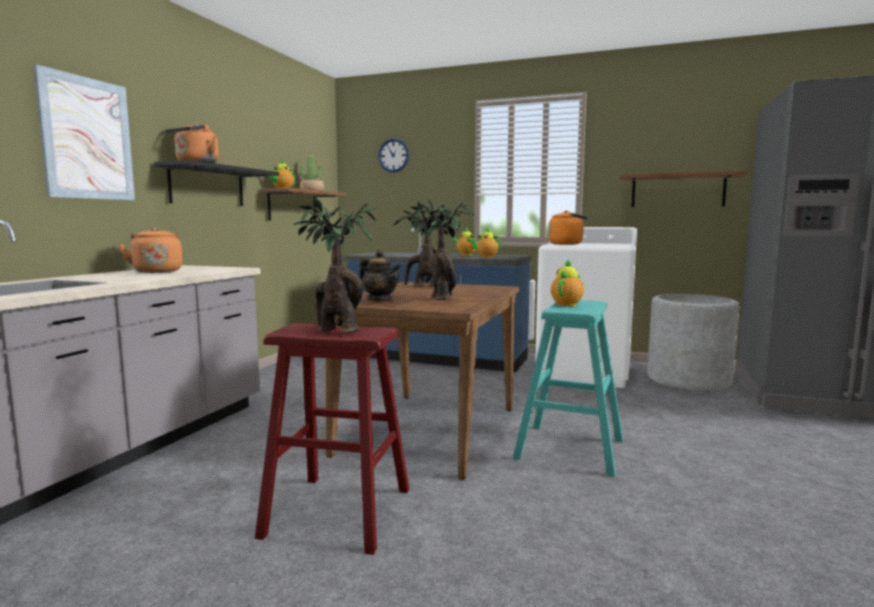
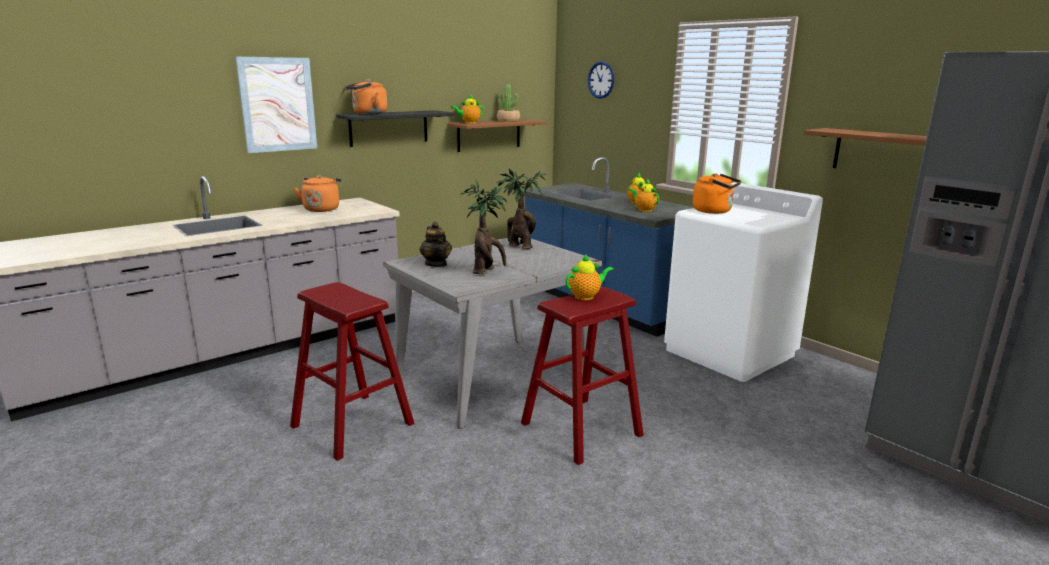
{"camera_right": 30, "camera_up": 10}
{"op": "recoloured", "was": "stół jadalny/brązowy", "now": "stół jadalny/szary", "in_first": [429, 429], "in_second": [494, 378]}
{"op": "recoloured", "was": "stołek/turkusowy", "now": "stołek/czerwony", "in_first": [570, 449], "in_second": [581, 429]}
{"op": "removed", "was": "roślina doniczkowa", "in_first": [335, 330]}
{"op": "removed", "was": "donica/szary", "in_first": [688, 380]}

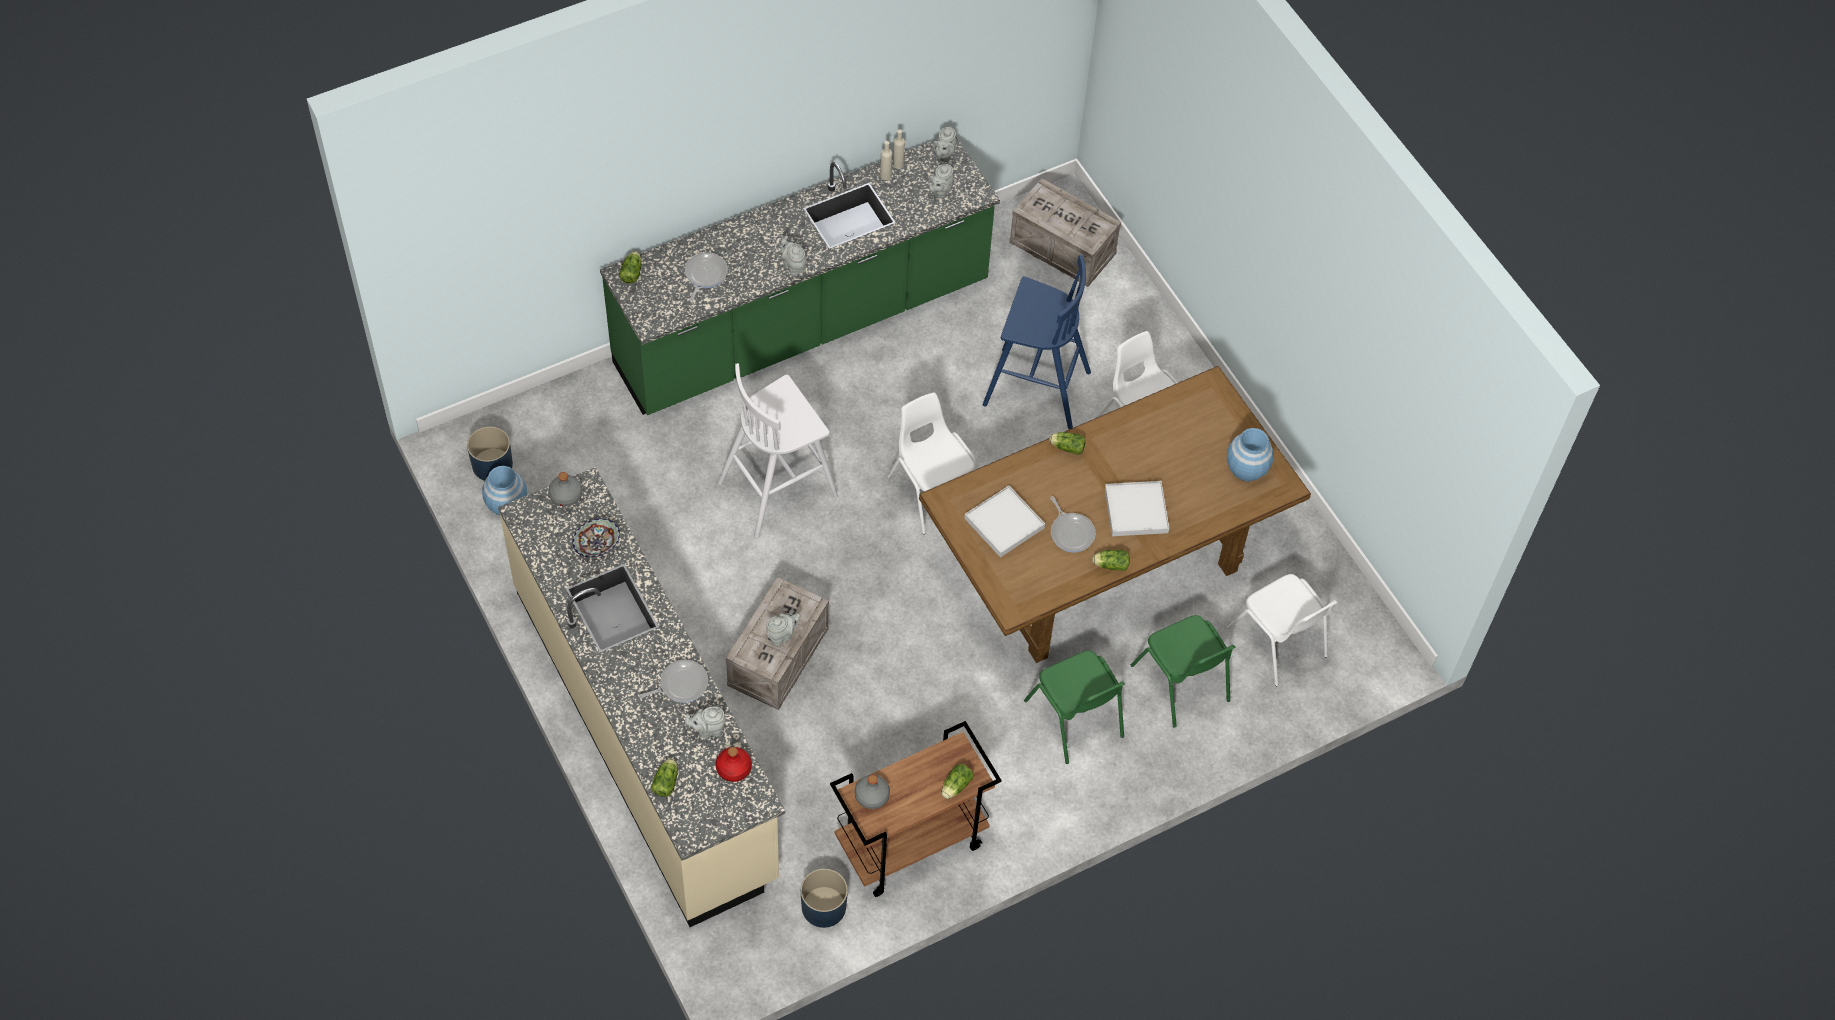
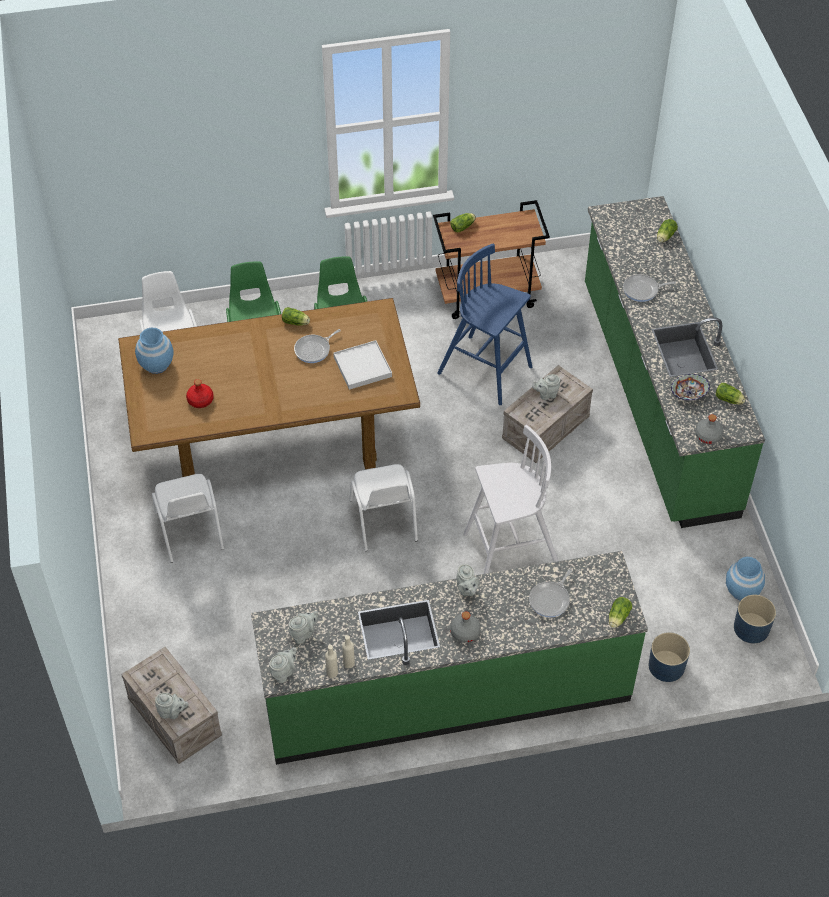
{"camera_right": -160, "camera_up": -5}
{"op": "moved", "was": "imbryk/szary", "in_first": [708, 729], "in_second": [172, 712]}
{"op": "moved", "was": "butelka/czerwony", "in_first": [734, 769], "in_second": [200, 400]}
{"op": "turned", "was": "patelnia", "in_first": [1071, 532], "in_second": [314, 350], "clockwise": -120}
{"op": "moved", "was": "stołek/niebieski", "in_first": [1034, 388], "in_second": [486, 371]}
{"op": "moved", "was": "butelka/szary", "in_first": [871, 796], "in_second": [465, 632]}
{"op": "recoloured", "was": "zabudowa kuchenna/beżowy", "now": "zabudowa kuchenna/zielony", "in_first": [646, 733], "in_second": [656, 398]}
{"op": "moved", "was": "donica/niebieski", "in_first": [823, 906], "in_second": [666, 666]}
{"op": "moved", "was": "sałata", "in_first": [1066, 447], "in_second": [729, 400]}
{"op": "removed", "was": "taca/biały", "in_first": [1136, 511]}

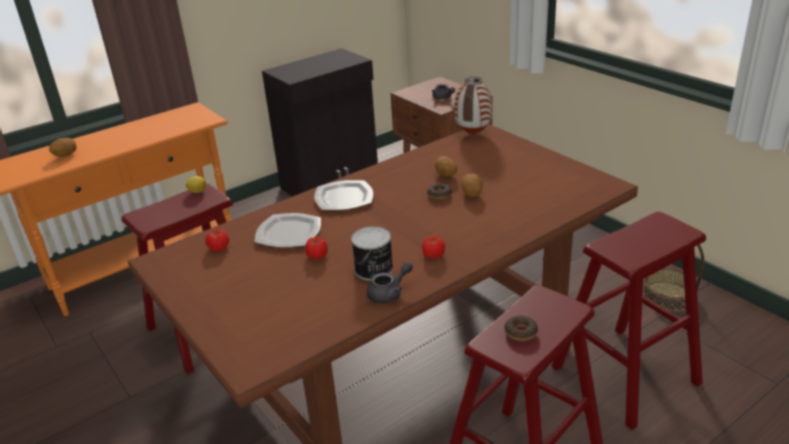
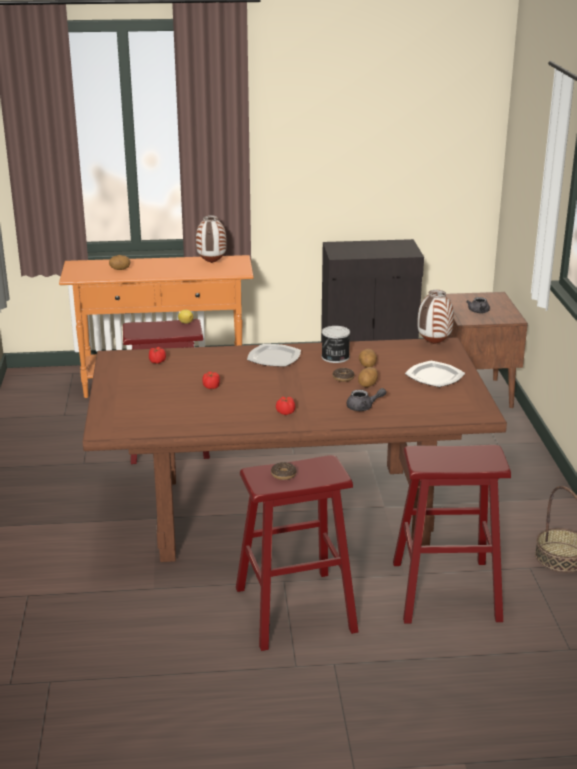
{"camera_right": 30, "camera_up": -5}
{"op": "added", "now": "wazon", "in_second": [212, 263]}
{"op": "moved", "was": "puszka", "in_first": [374, 270], "in_second": [335, 357]}
{"op": "moved", "was": "imbryk/szary", "in_first": [389, 294], "in_second": [363, 407]}
{"op": "moved", "was": "talerz", "in_first": [288, 232], "in_second": [434, 376]}

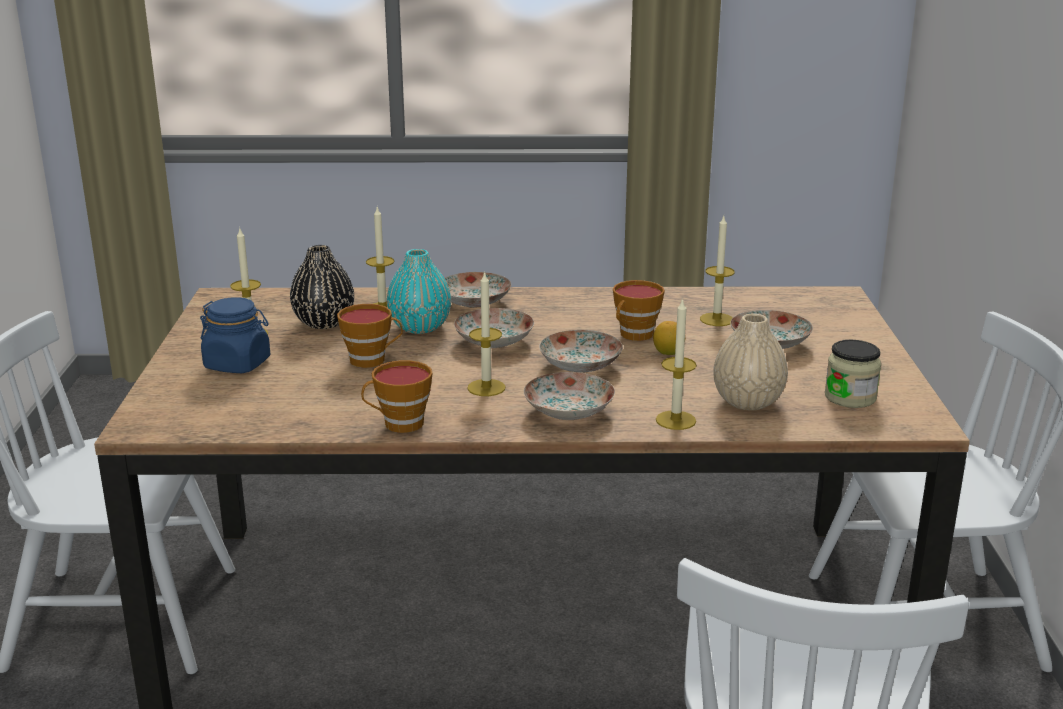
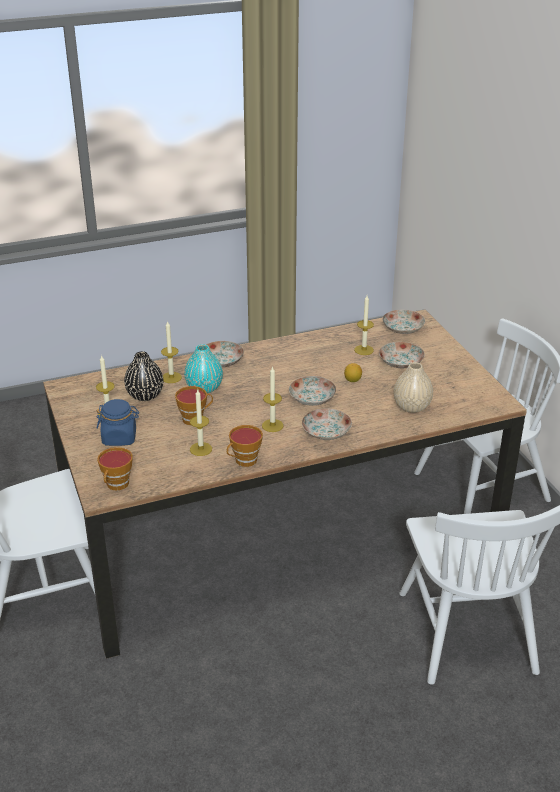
{"camera_right": -20, "camera_up": 10}
{"op": "moved", "was": "filiżanka", "in_first": [634, 335], "in_second": [117, 485]}
{"op": "moved", "was": "świeca", "in_first": [675, 420], "in_second": [201, 449]}
{"op": "moved", "was": "talerz", "in_first": [494, 341], "in_second": [402, 329]}
{"op": "removed", "was": "słoik", "in_first": [850, 397]}

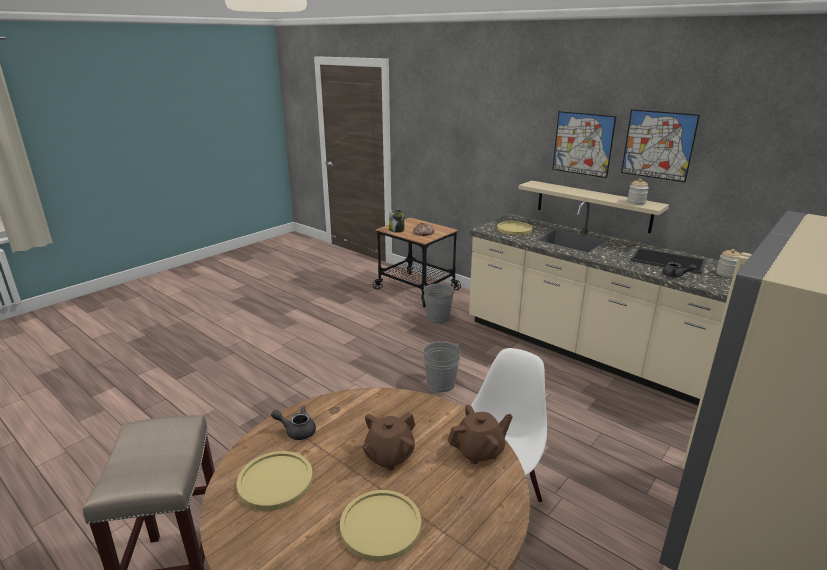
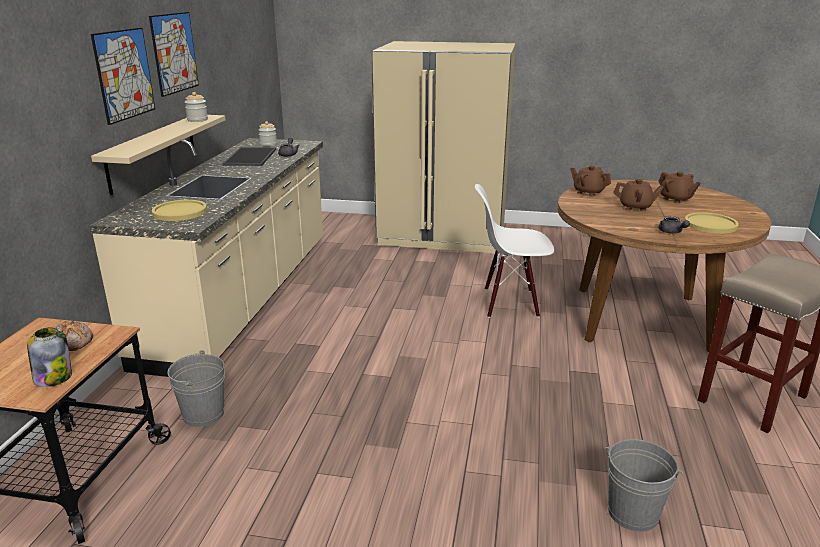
{"camera_right": -120, "camera_up": 0}
{"op": "moved", "was": "wiadro/szary", "in_first": [441, 384], "in_second": [632, 513]}
{"op": "replaced", "was": "talerz/żółty", "now": "imbryk/brązowy", "in_first": [380, 526], "in_second": [675, 199]}

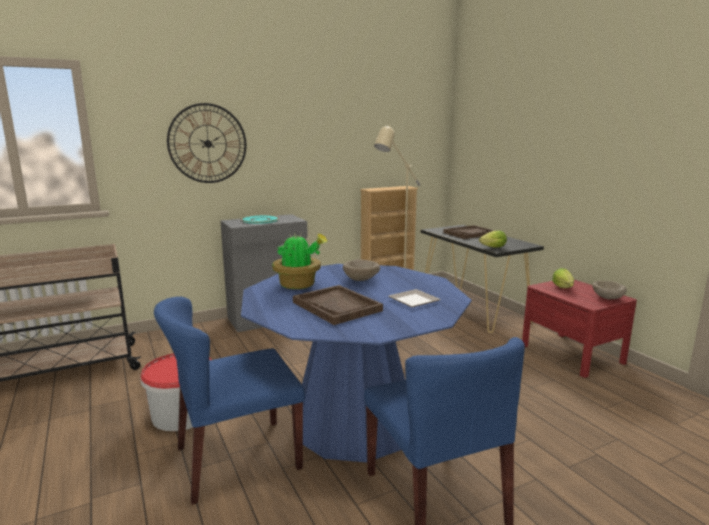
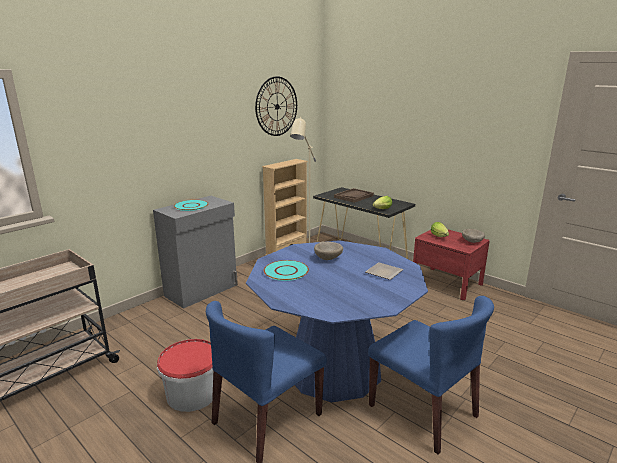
{"camera_right": -20, "camera_up": 5}
{"op": "moved", "was": "zegar ścienny", "in_first": [207, 143], "in_second": [277, 106]}
{"op": "replaced", "was": "roślina doniczkowa", "now": "talerz/turkusowy", "in_first": [299, 285], "in_second": [286, 271]}
{"op": "removed", "was": "taca/brązowy", "in_first": [337, 306]}

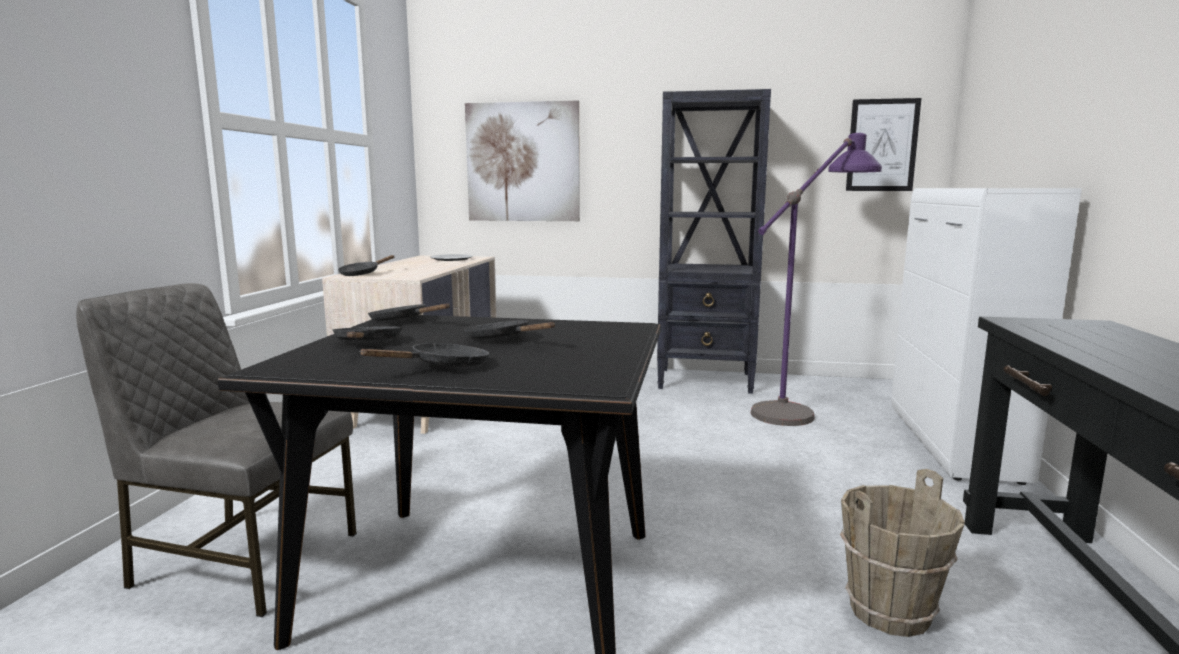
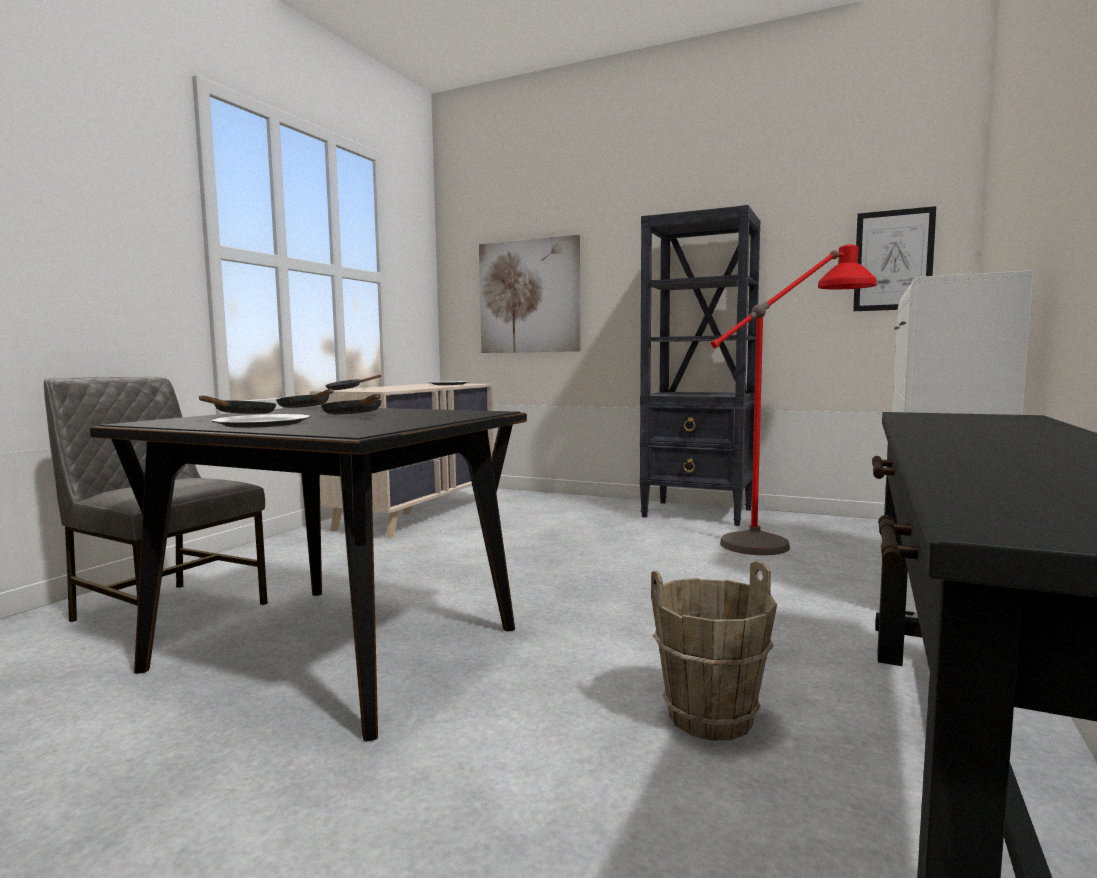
{"camera_right": 15, "camera_up": -5}
{"op": "replaced", "was": "patelnia/czarny", "now": "talerz", "in_first": [443, 366], "in_second": [262, 424]}
{"op": "recoloured", "was": "lampa stojąca/fioletowy", "now": "lampa stojąca/czerwony", "in_first": [805, 405], "in_second": [789, 539]}

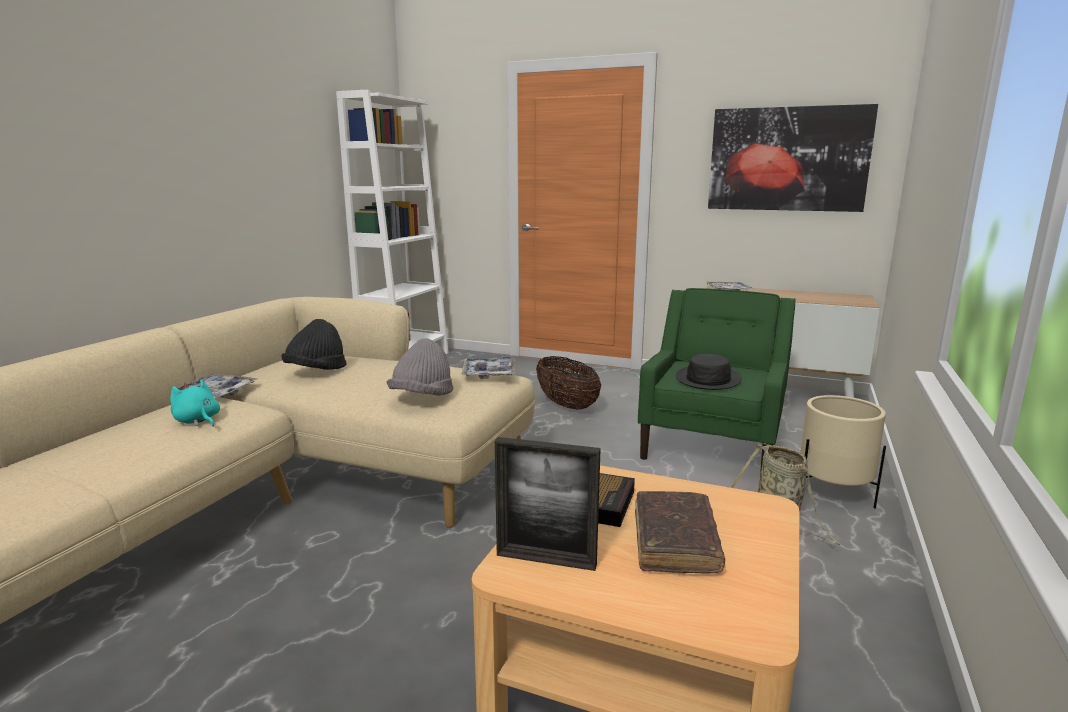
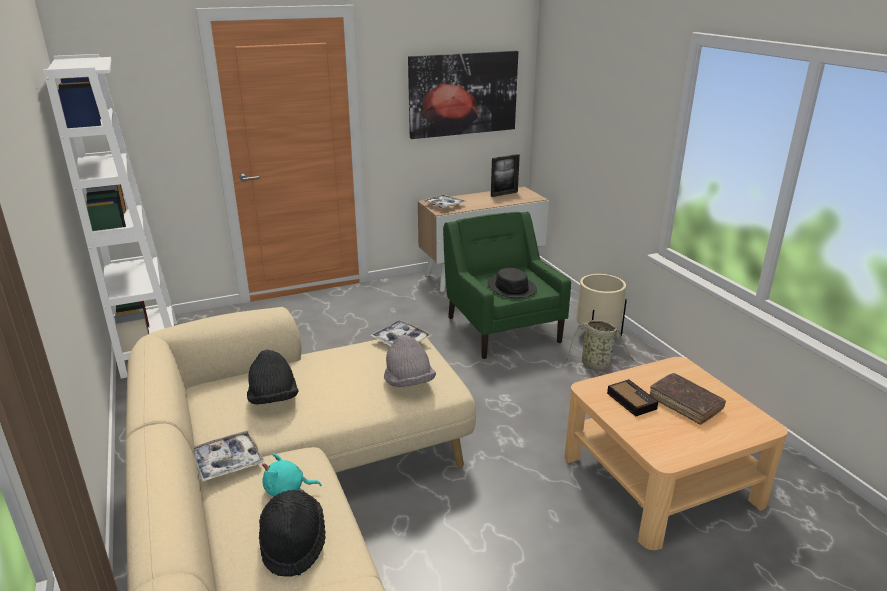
{"camera_right": -45, "camera_up": 10}
{"op": "added", "now": "kapelusz/czarny", "in_second": [293, 544]}
{"op": "moved", "was": "ramka na zdjęcie", "in_first": [546, 560], "in_second": [504, 194]}
{"op": "removed", "was": "koszyk", "in_first": [566, 405]}

